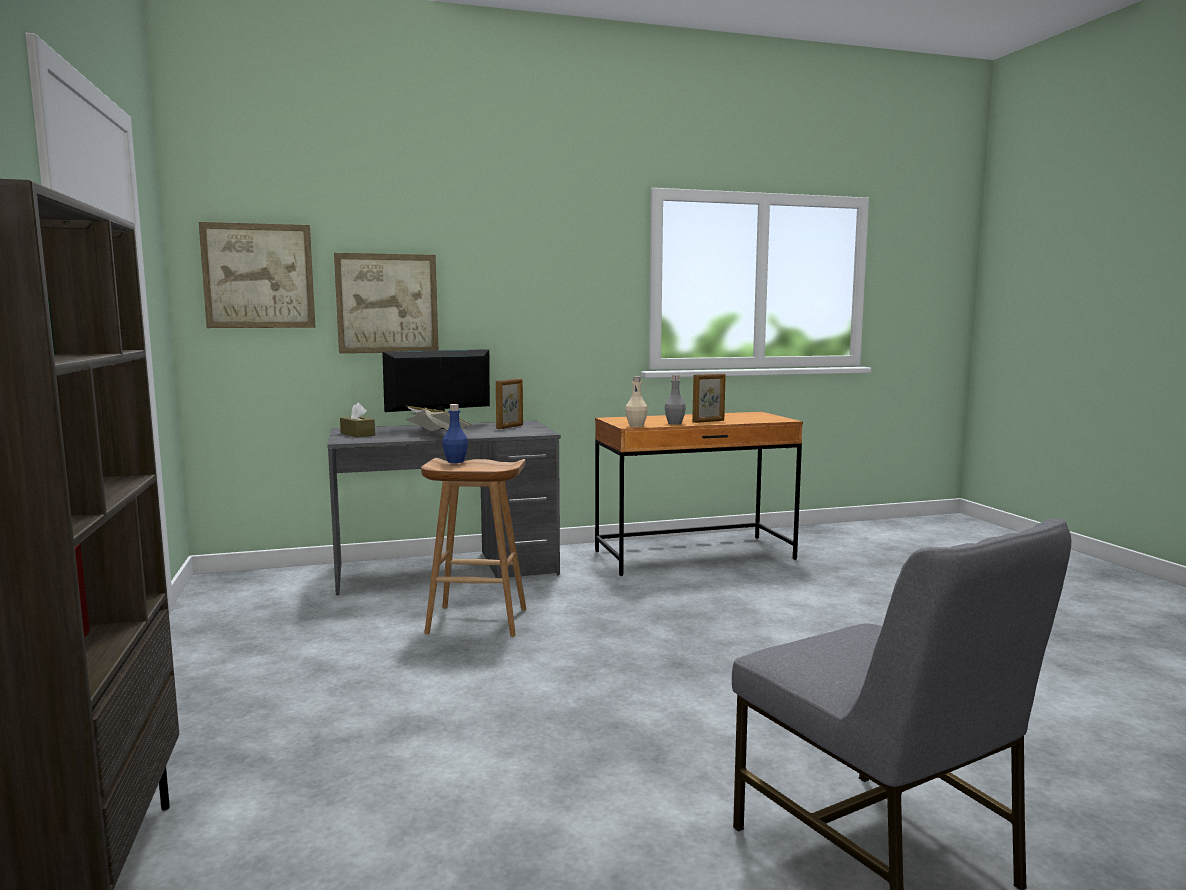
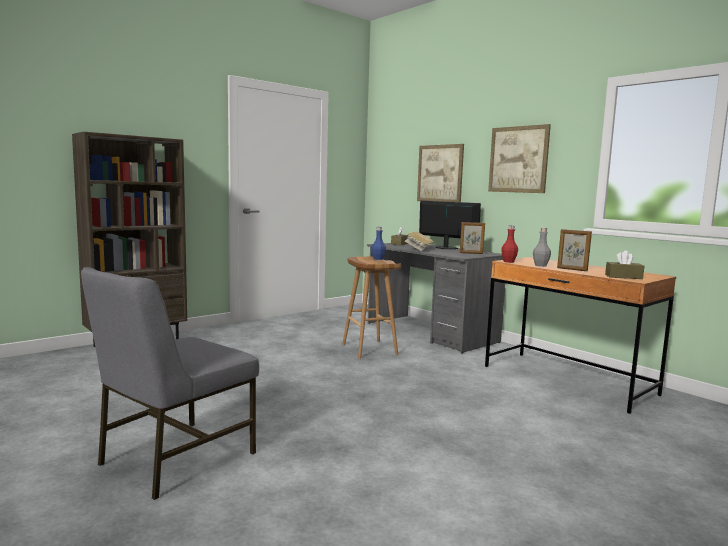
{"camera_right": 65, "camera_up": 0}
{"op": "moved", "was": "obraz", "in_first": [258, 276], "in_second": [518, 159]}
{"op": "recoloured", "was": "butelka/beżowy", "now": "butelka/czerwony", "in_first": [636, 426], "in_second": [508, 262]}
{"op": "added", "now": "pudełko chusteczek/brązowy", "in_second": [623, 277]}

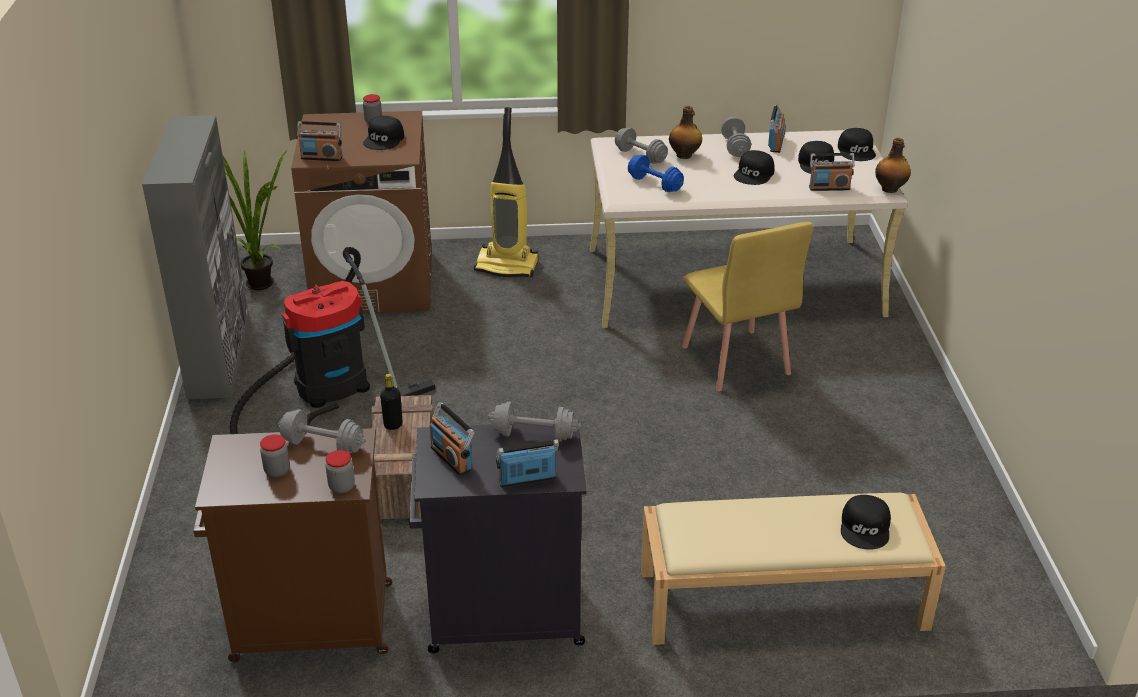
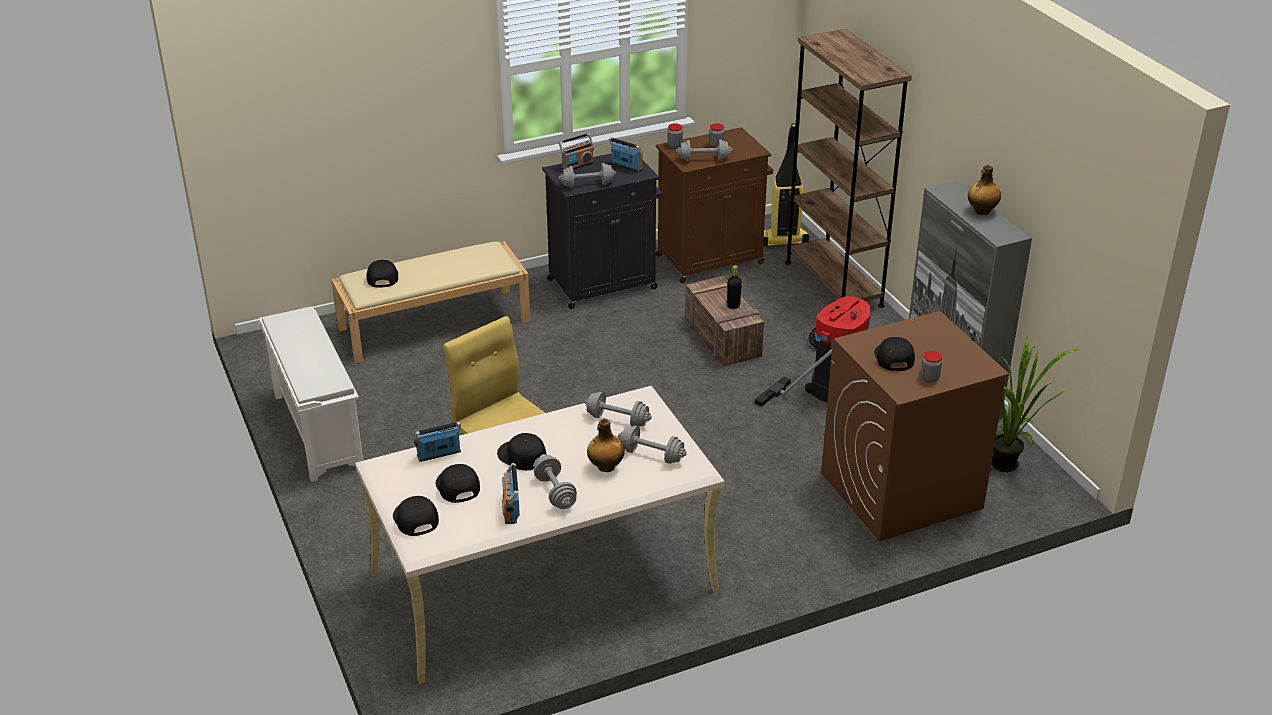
{"camera_right": 160, "camera_up": 0}
{"op": "added", "now": "regał na buty/biały", "in_second": [316, 430]}
{"op": "turned", "was": "czapka z daszkiem/czarny", "in_first": [754, 174], "in_second": [521, 456], "clockwise": -60}
{"op": "recoloured", "was": "hantel/niebieski", "now": "hantel/szary", "in_first": [655, 184], "in_second": [618, 420]}
{"op": "moved", "was": "odkurzacz", "in_first": [508, 266], "in_second": [781, 241]}
{"op": "added", "now": "regał/brązowy", "in_second": [833, 284]}
{"op": "moved", "was": "butelka", "in_first": [890, 189], "in_second": [981, 211]}
{"op": "removed", "was": "radio", "in_first": [321, 157]}

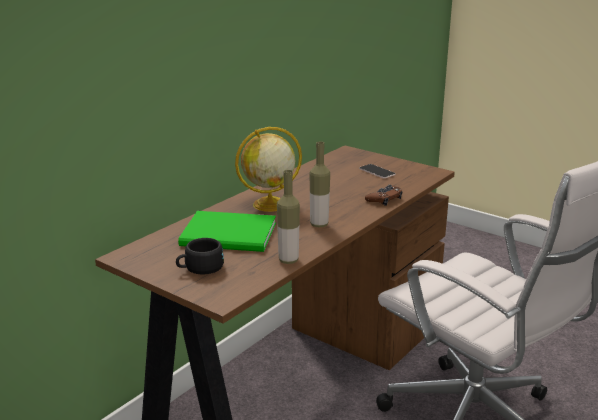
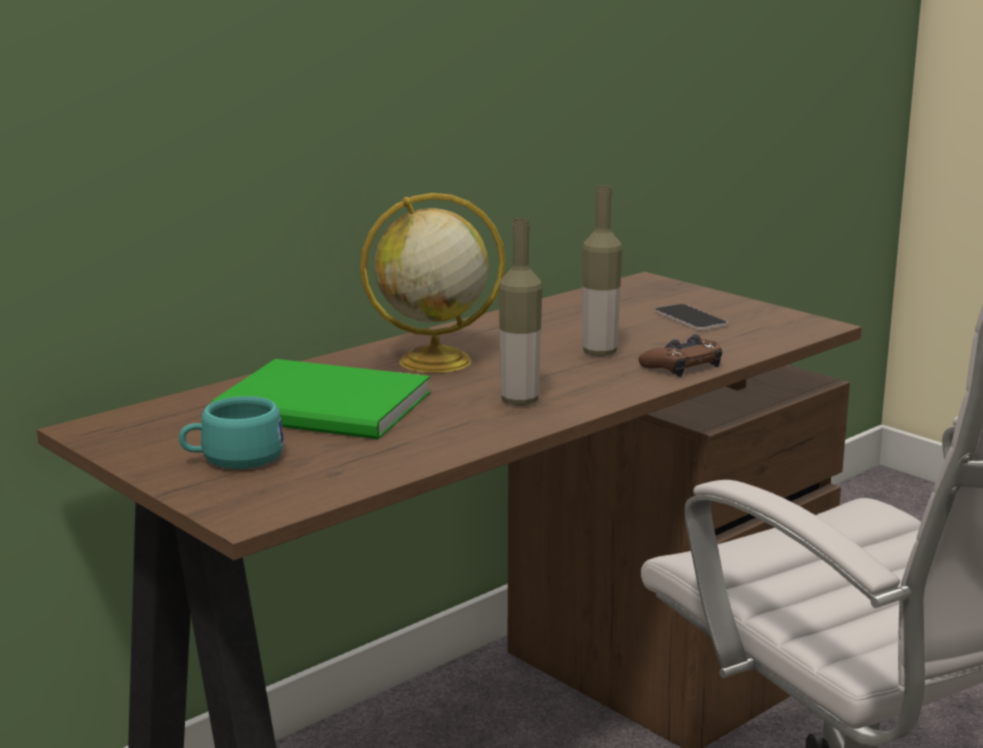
{"camera_right": 10, "camera_up": -5}
{"op": "recoloured", "was": "filiżanka/czarny", "now": "filiżanka/turkusowy", "in_first": [200, 268], "in_second": [233, 458]}
{"op": "moved", "was": "butelka", "in_first": [288, 260], "in_second": [599, 352]}

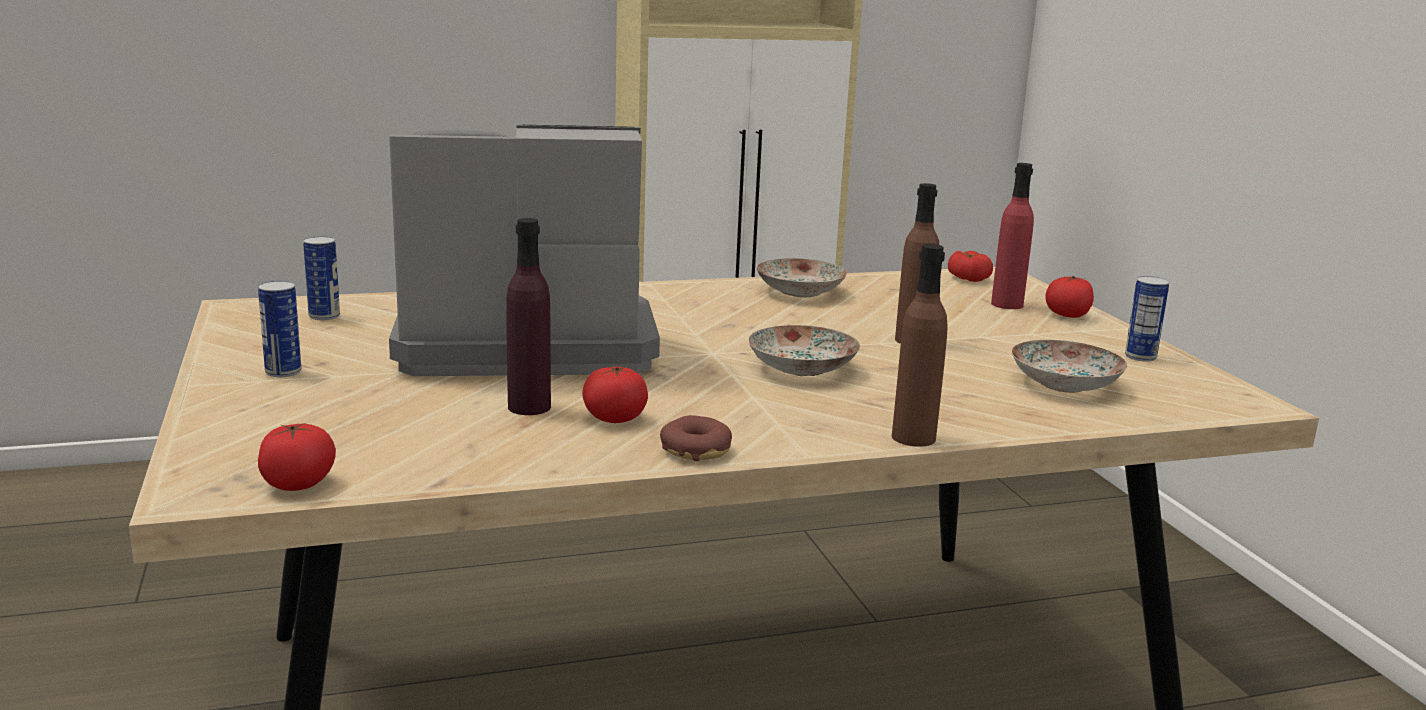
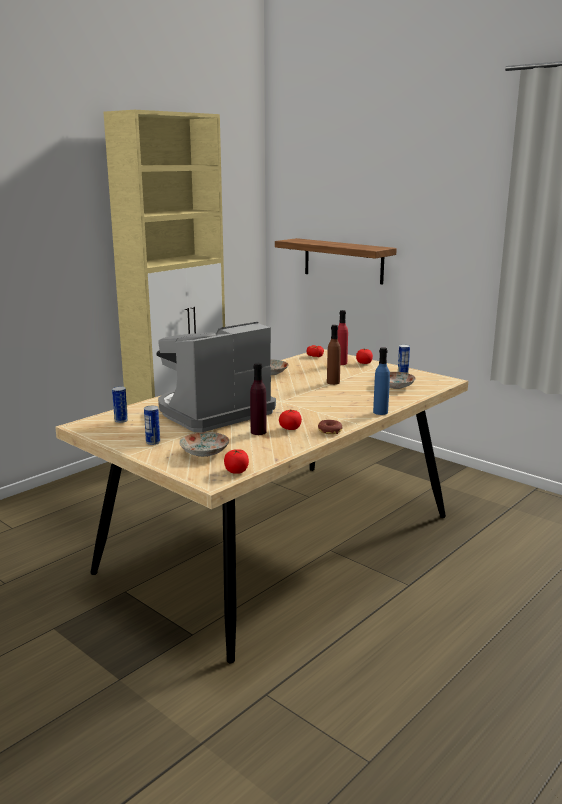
{"camera_right": -30, "camera_up": 0}
{"op": "moved", "was": "talerz", "in_first": [802, 369], "in_second": [205, 453]}
{"op": "added", "now": "półka", "in_second": [343, 261]}
{"op": "recoloured", "was": "butelka/brązowy", "now": "butelka/niebieski", "in_first": [913, 437], "in_second": [380, 412]}

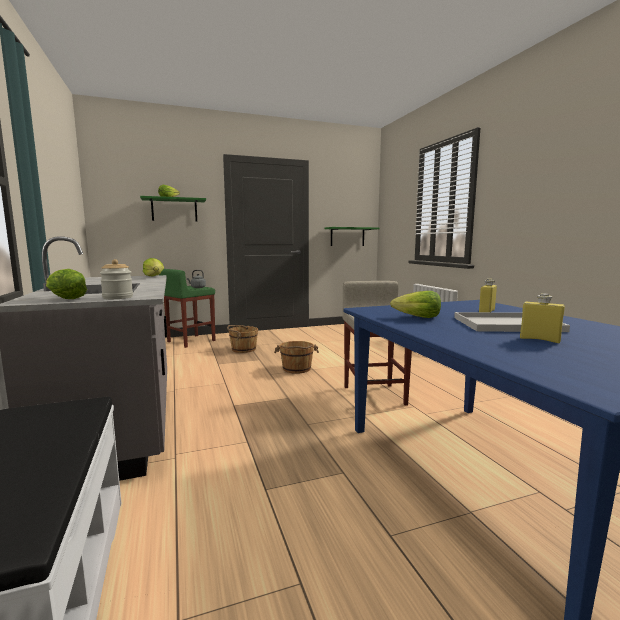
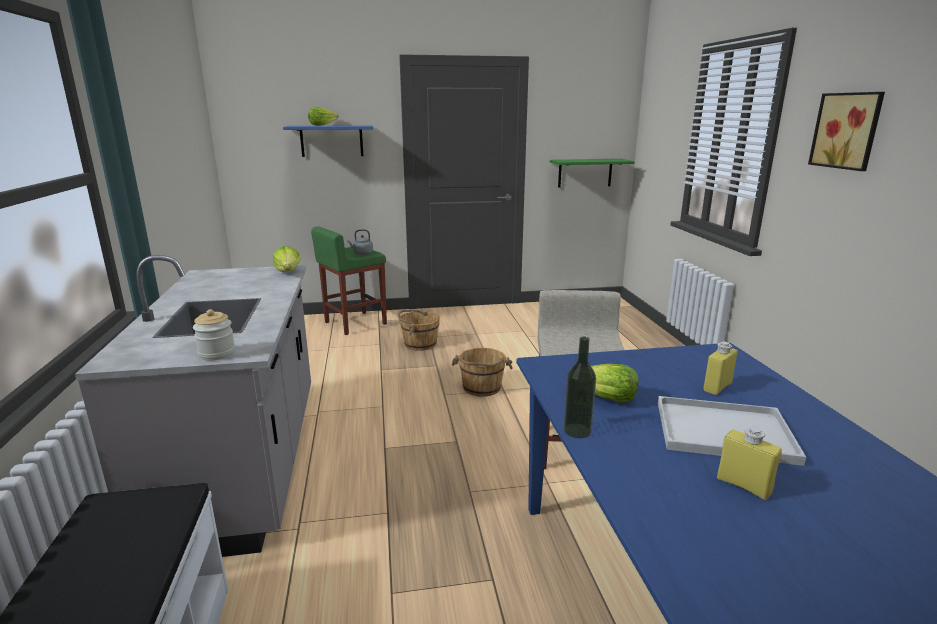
{"camera_right": 10, "camera_up": 10}
{"op": "recoloured", "was": "półka/zielony", "now": "półka/niebieski", "in_first": [174, 210], "in_second": [331, 141]}
{"op": "added", "now": "butelka", "in_second": [577, 430]}
{"op": "added", "now": "obraz", "in_second": [848, 130]}
{"op": "removed", "was": "sałata", "in_first": [65, 298]}

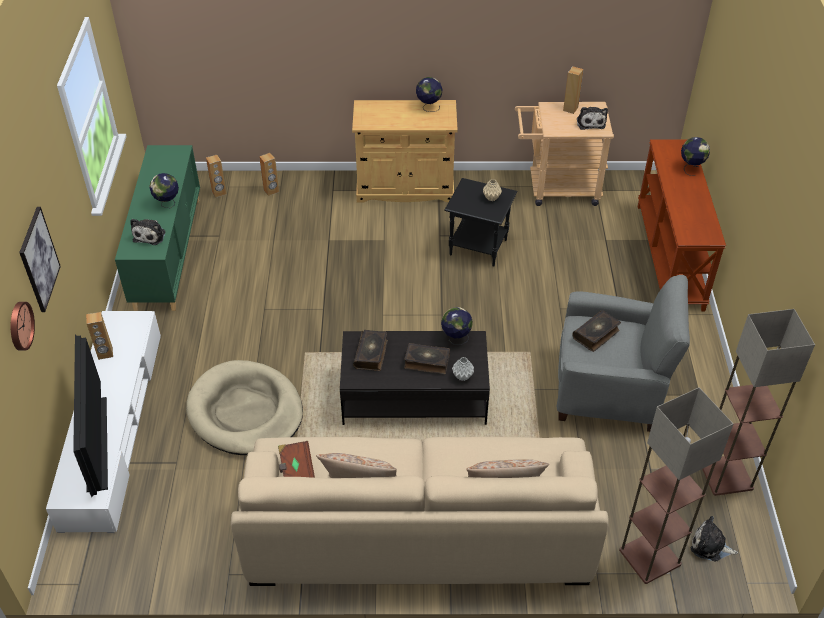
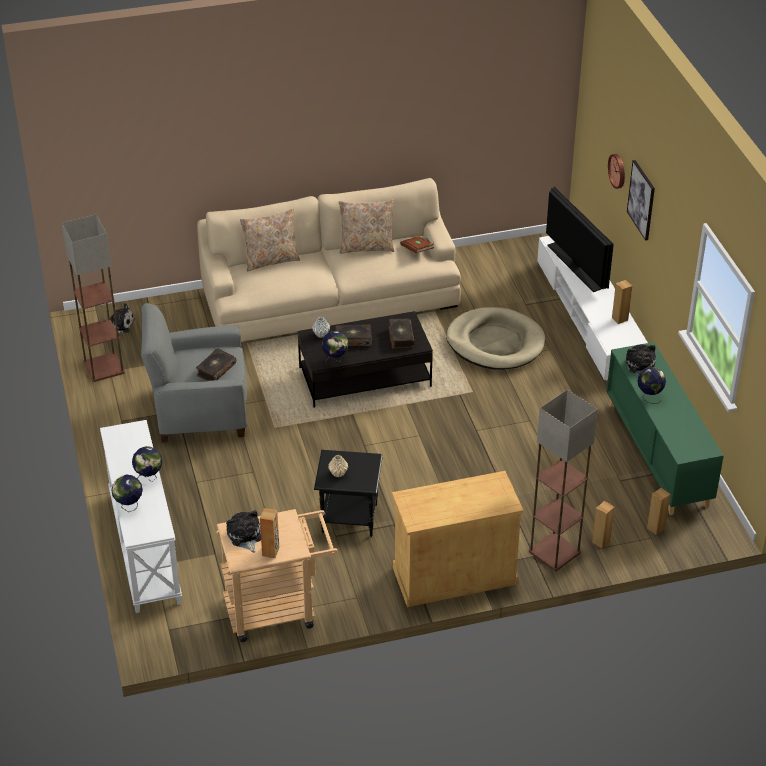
{"camera_right": 165, "camera_up": -5}
{"op": "recoloured", "was": "stolik konsolowy/brązowy", "now": "stolik konsolowy/biały", "in_first": [670, 256], "in_second": [144, 547]}
{"op": "moved", "was": "globus", "in_first": [428, 107], "in_second": [149, 478]}
{"op": "moved", "was": "lampa stojąca", "in_first": [649, 558], "in_second": [554, 551]}

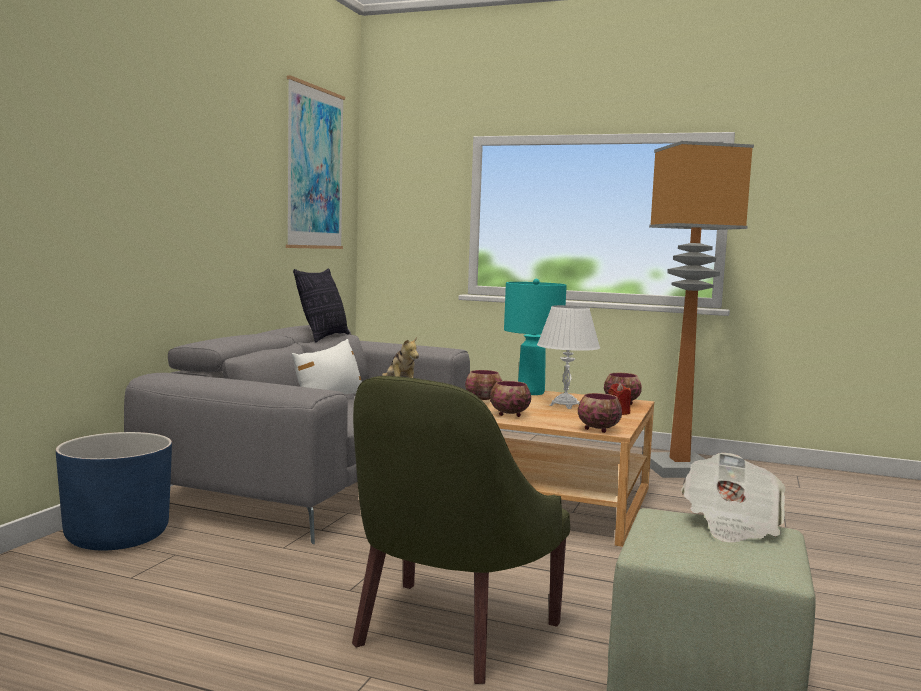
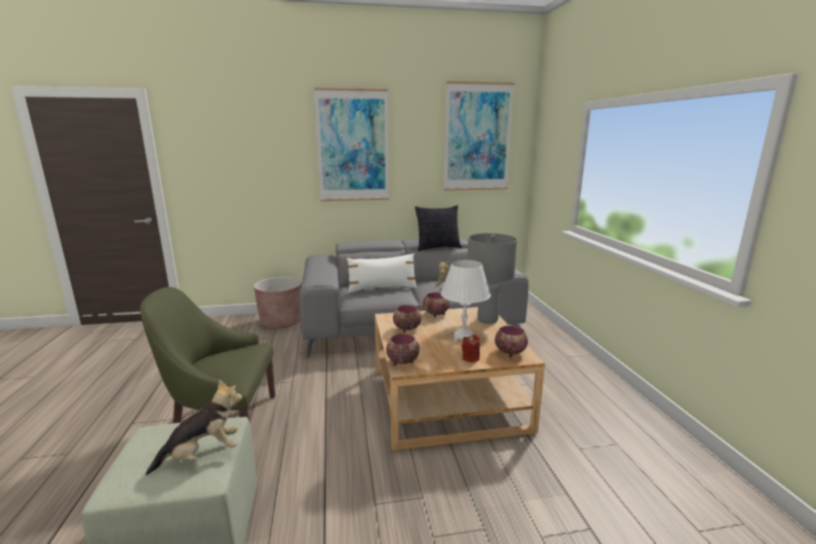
{"camera_right": 60, "camera_up": 10}
{"op": "replaced", "was": "gazeta", "now": "pluszak", "in_first": [731, 525], "in_second": [203, 455]}
{"op": "recoloured", "was": "donica/niebieski", "now": "donica/brązowy", "in_first": [117, 536], "in_second": [281, 322]}
{"op": "added", "now": "obraz", "in_second": [353, 146]}
{"op": "recoloured", "was": "lampa stołowa/turkusowy", "now": "lampa stołowa/szary", "in_first": [530, 392], "in_second": [487, 319]}
{"op": "removed", "was": "lampa stojąca", "in_first": [678, 469]}

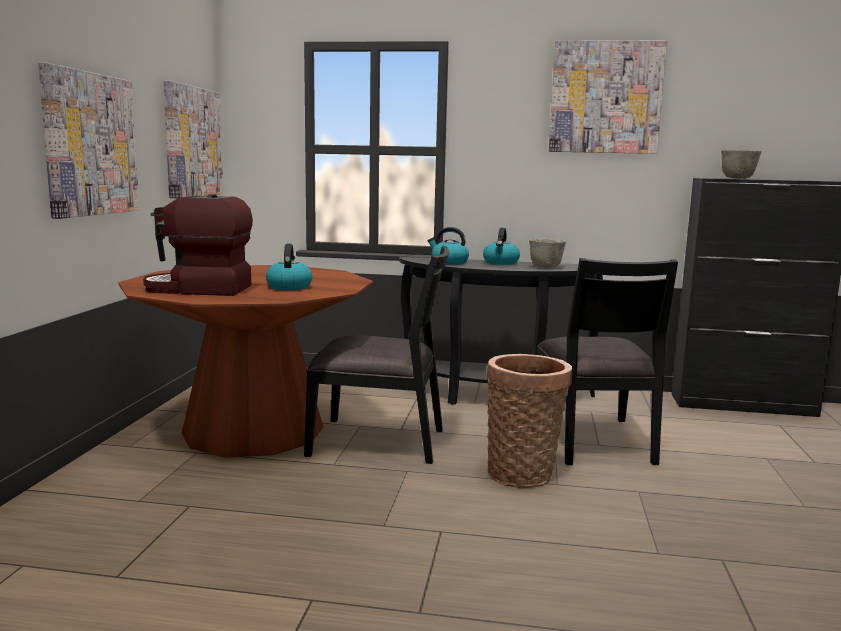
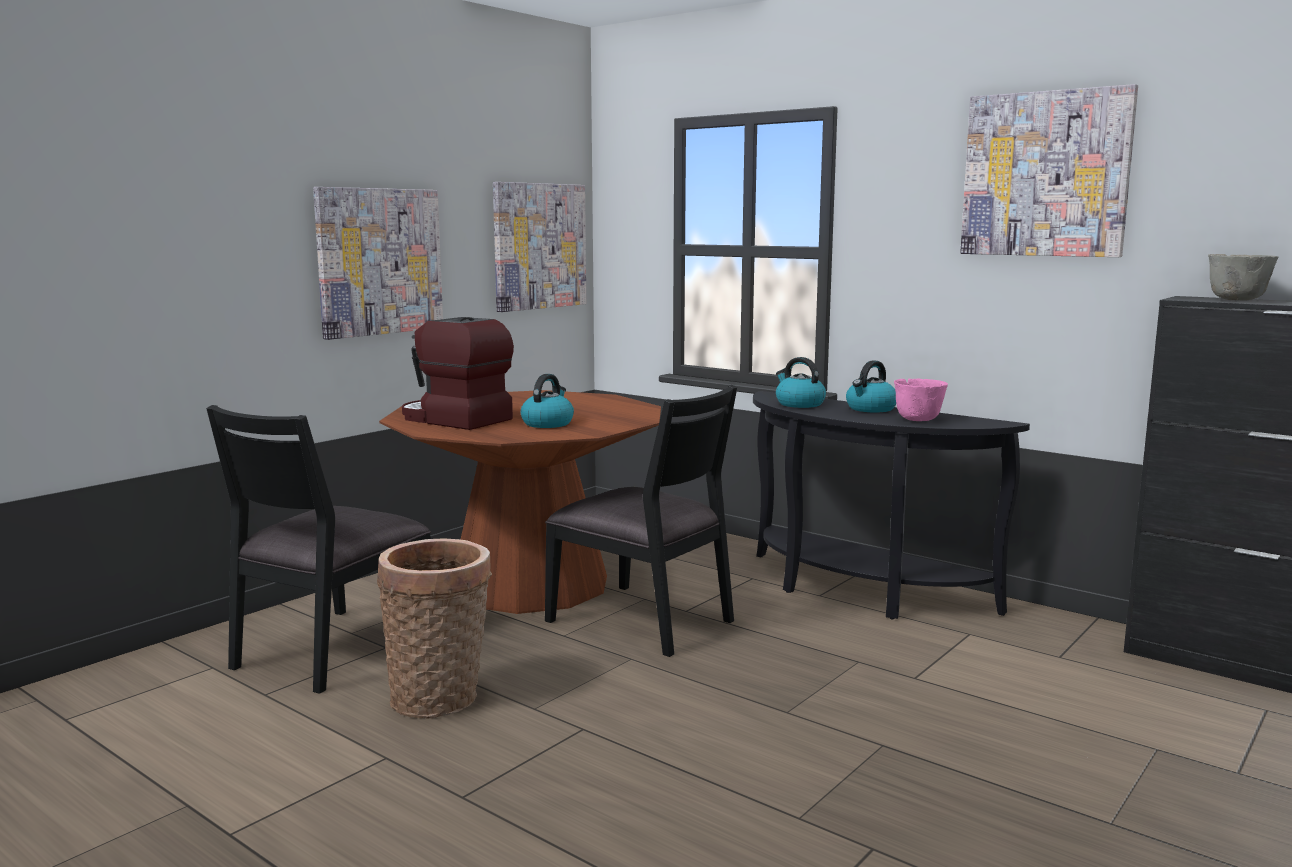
{"camera_right": 30, "camera_up": 0}
{"op": "moved", "was": "krzesło/czarny", "in_first": [594, 441], "in_second": [333, 649]}
{"op": "moved", "was": "koszyk", "in_first": [523, 473], "in_second": [440, 698]}
{"op": "recoloured", "was": "miska/szary", "now": "miska/różowy", "in_first": [545, 267], "in_second": [918, 419]}

